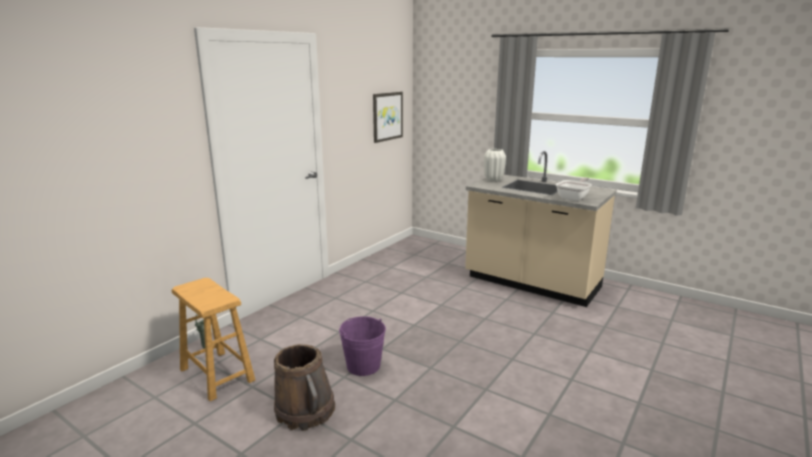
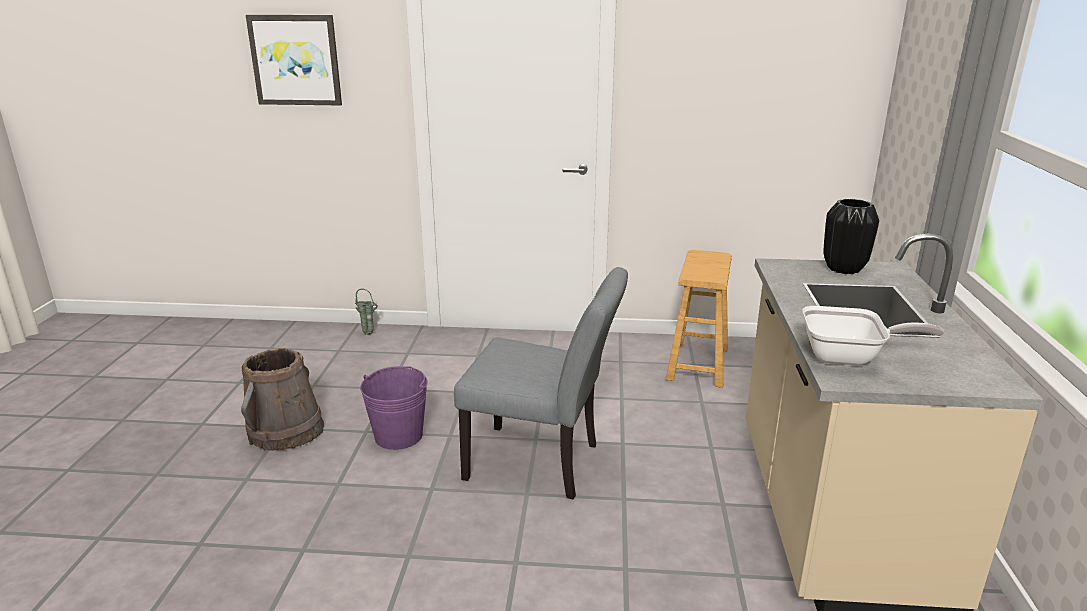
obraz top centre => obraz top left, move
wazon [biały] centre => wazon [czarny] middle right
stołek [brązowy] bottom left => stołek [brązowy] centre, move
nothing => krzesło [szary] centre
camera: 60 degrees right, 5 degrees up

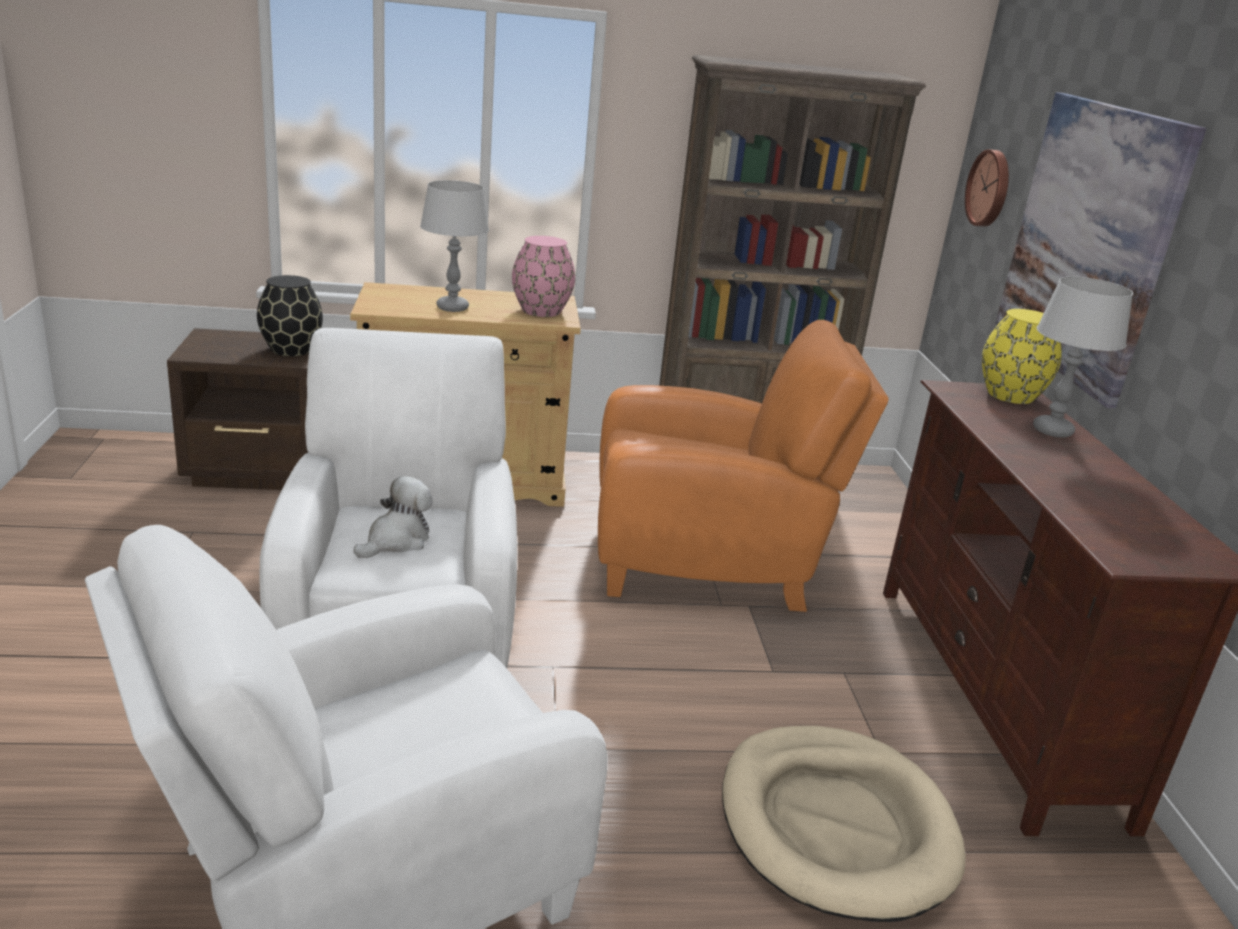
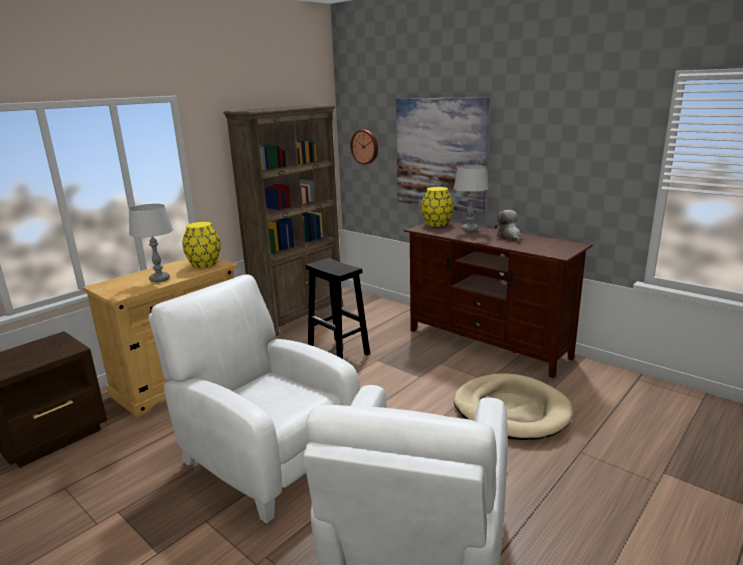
wazon [różowy] top centre => wazon [żółty] (1st from left) middle left
wazon [czarny] middle left => nothing
fotel [pomarańczowy] centre => stołek [czarny] centre
pluszak middle left => pluszak middle right, move
camera: 40 degrees left, 5 degrees down

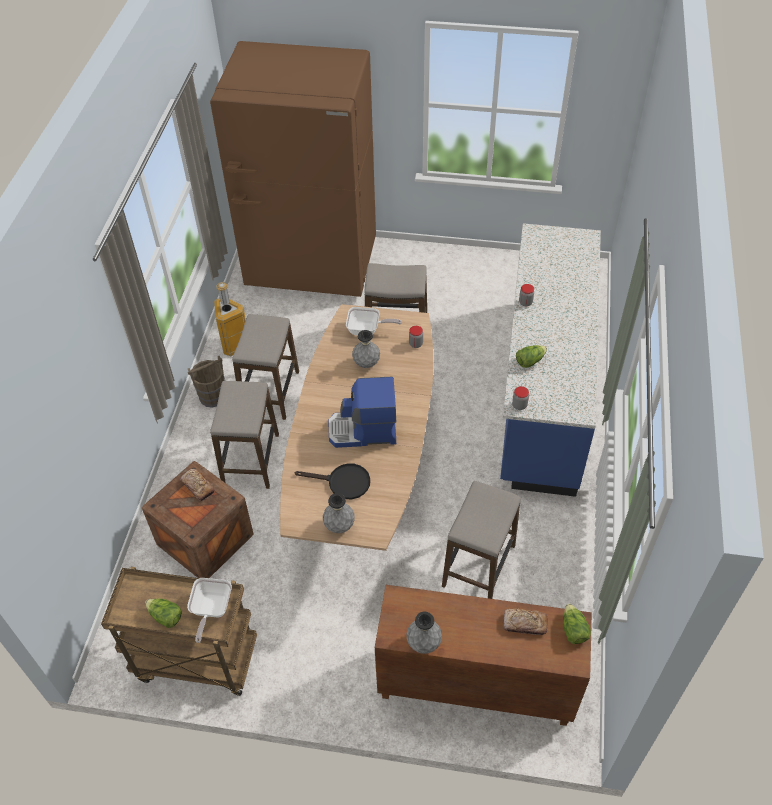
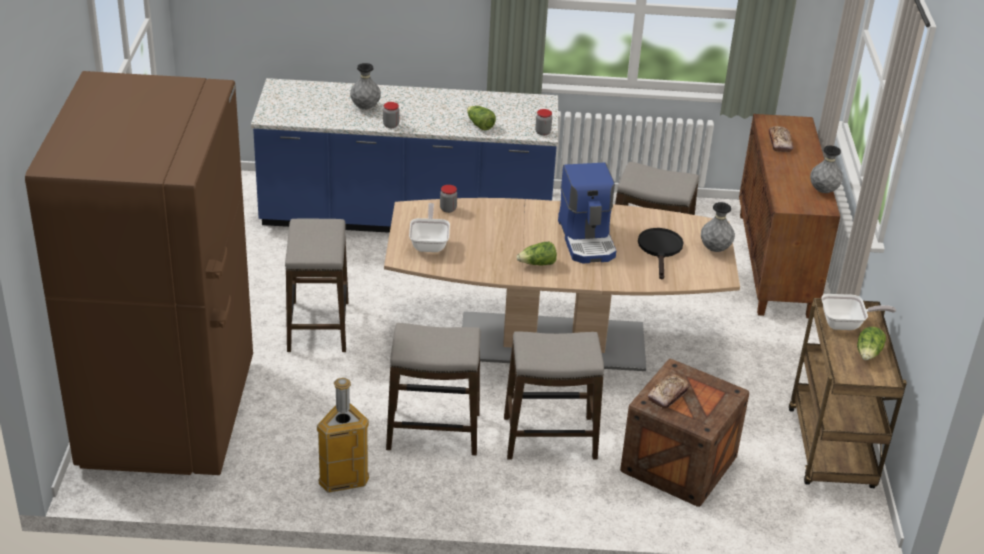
wazon [szary] (2nd from left in the first image) centre => wazon [szary] (1st from left) top centre, move
wiadro [brązowy] middle left => nothing
sałata (3rd from left in the first image) bottom right => sałata (2nd from left) centre, move
camera: 100 degrees left, 15 degrees down

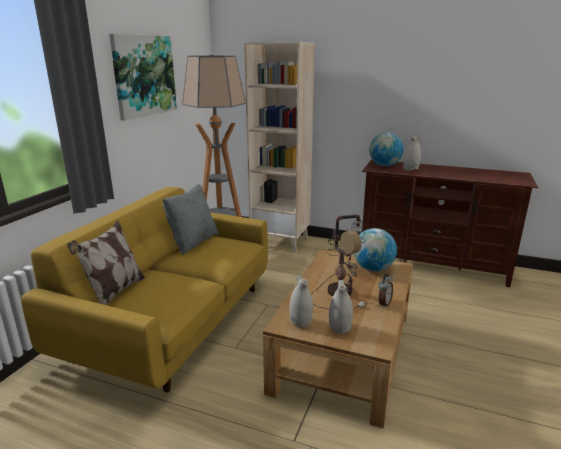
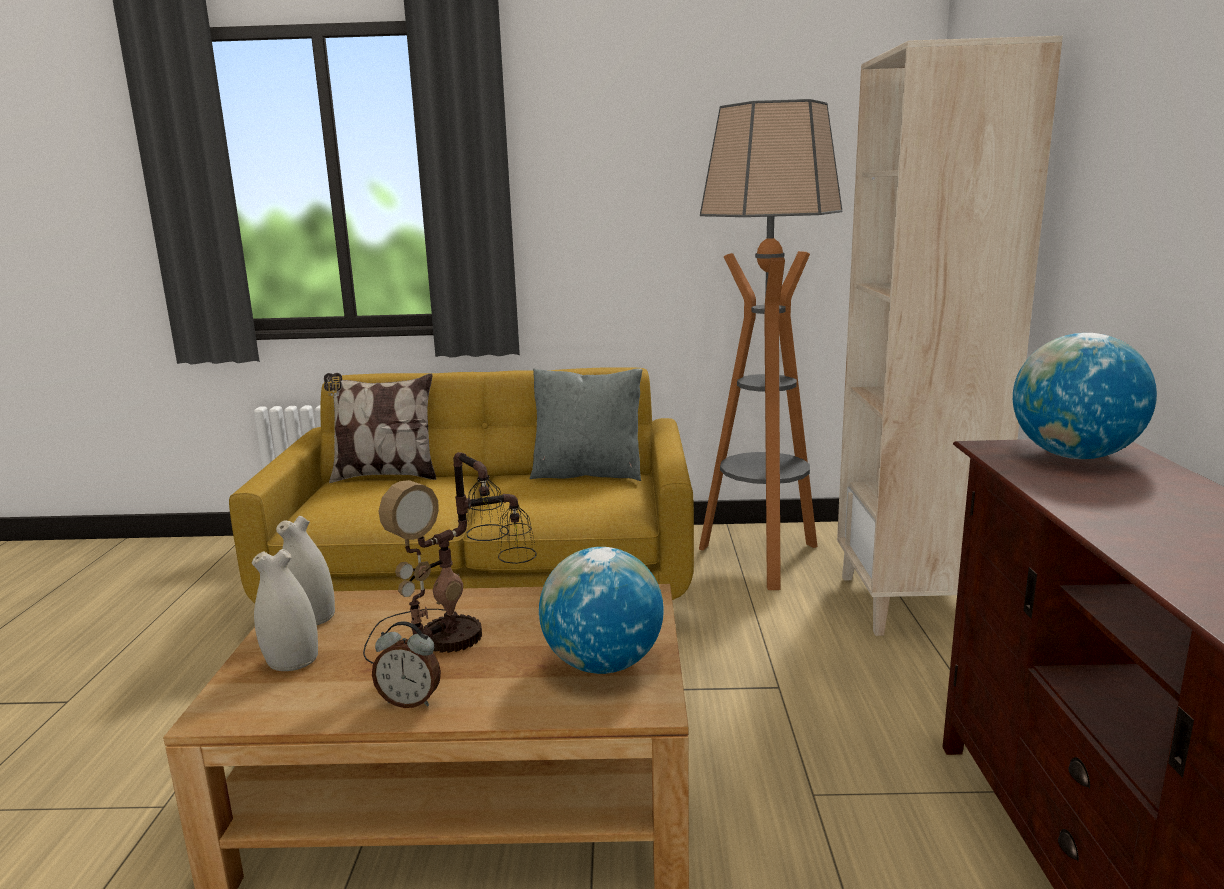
obraz top left => nothing
wazon [biały] (3rd from left) middle right => nothing
camera: 70 degrees right, 5 degrees down

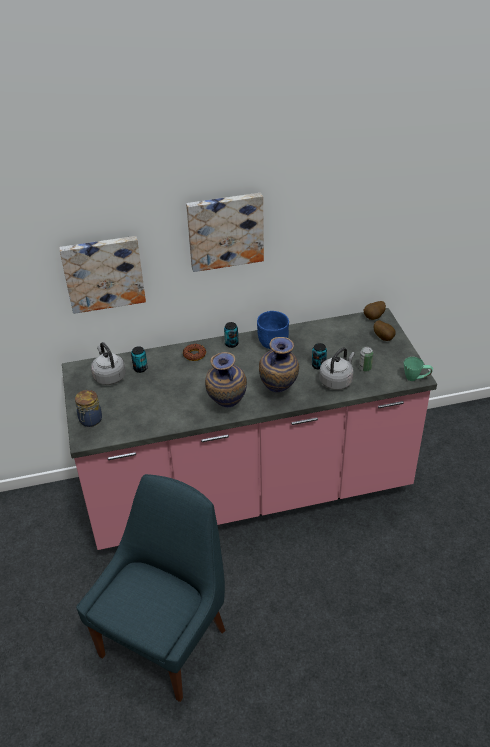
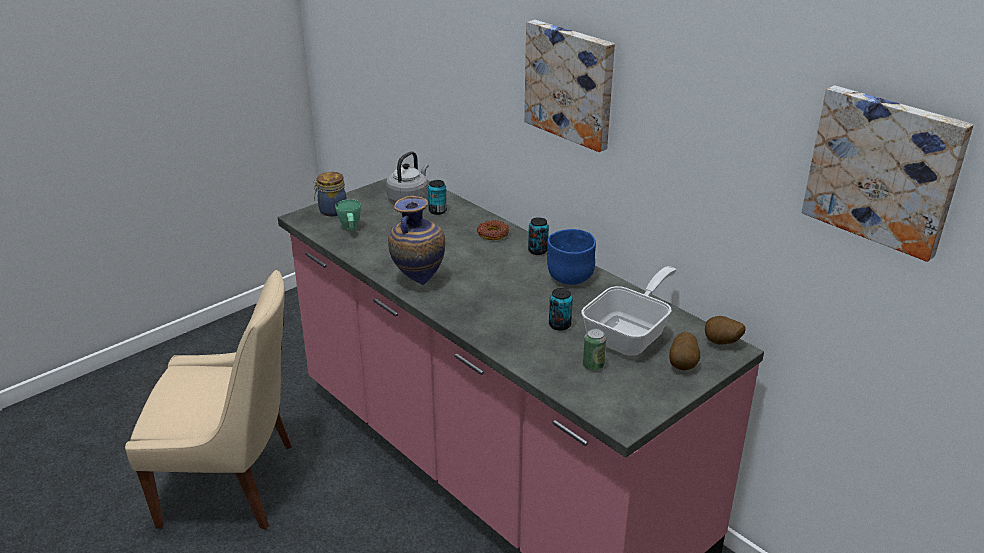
obraz (1st from left in the first image) middle left => obraz (2nd from left) top right, move
wazon (2nd from left) centre => nothing
czajnik [szary] (2nd from left) middle right => nothing
kubek [zielony] middle right => kubek [zielony] centre, move
krzesło [niebieski] bottom left => krzesło [beżowy] bottom left
nothing => patelnia centre
camera: 60 degrees right, 10 degrees down

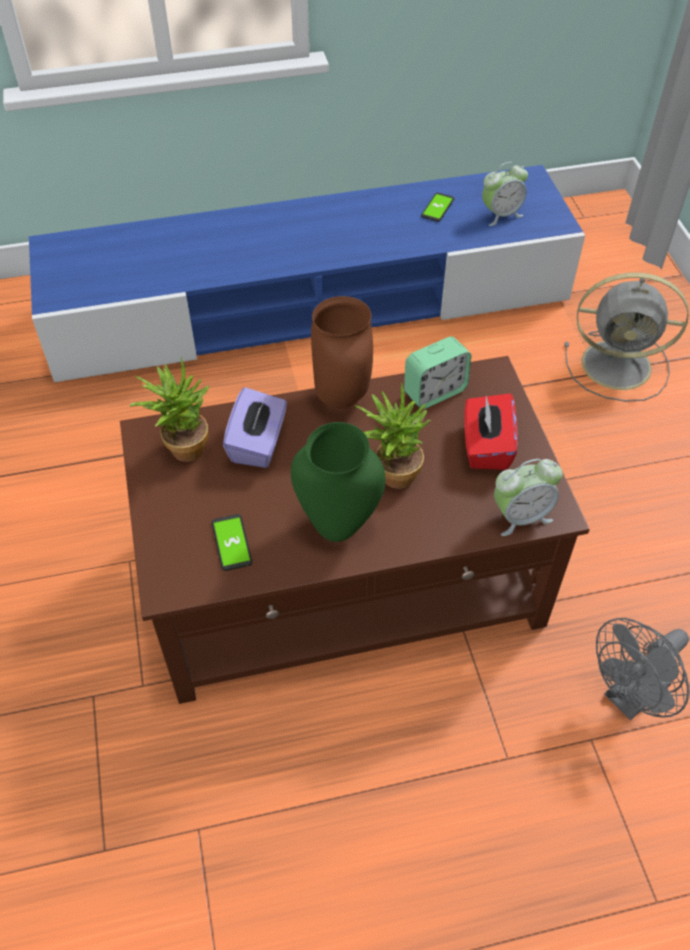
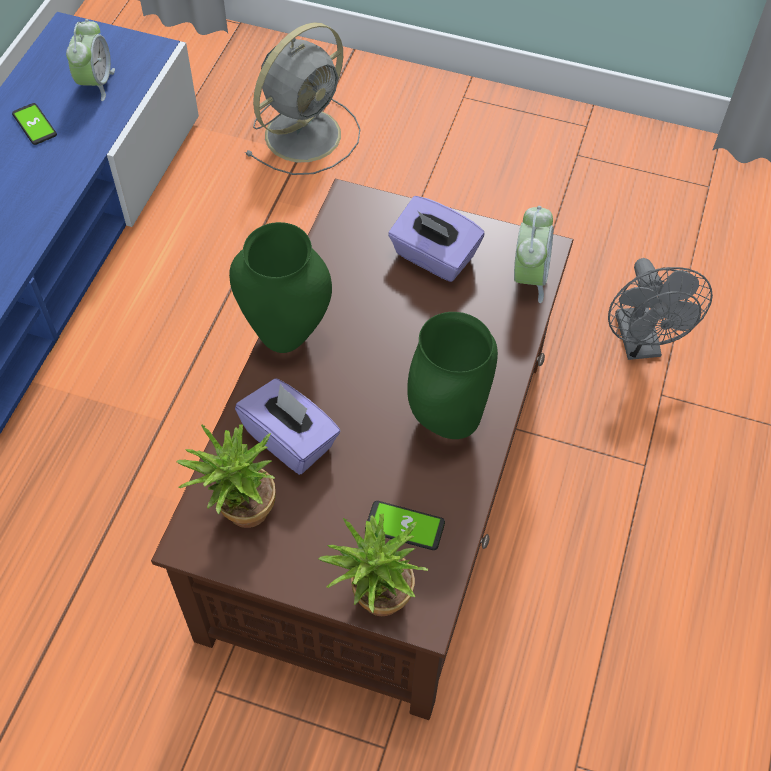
wazon [brązowy] centre => wazon [zielony] (1st from left) centre
budzik (1st from left) centre => nothing
roślina doniczkowa (2nd from left) centre => roślina doniczkowa (2nd from left) bottom centre, move
pudełko chusteczek [czerwony] middle right => pudełko chusteczek [fioletowy] (2nd from left) top centre
camera: 60 degrees left, 5 degrees up

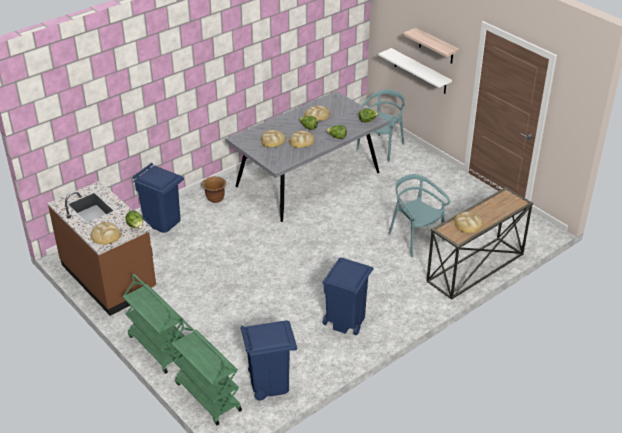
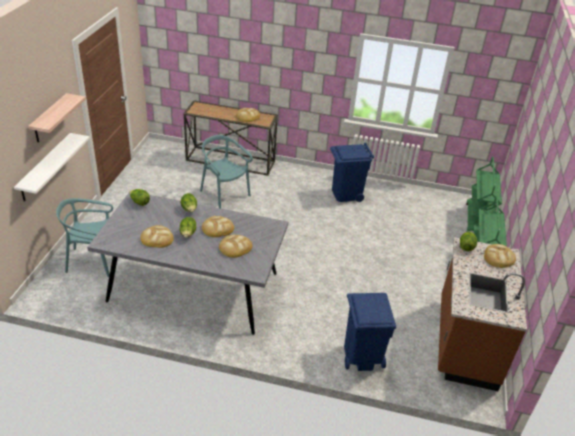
krzesło [turkusowy] (2nd from left) middle right => krzesło [turkusowy] (2nd from left) centre, 120 degrees clockwise
donica [brązowy] centre => nothing
kosz na śmieci [niebieski] (2nd from left) bottom centre => nothing
camera: 130 degrees left, 0 degrees up

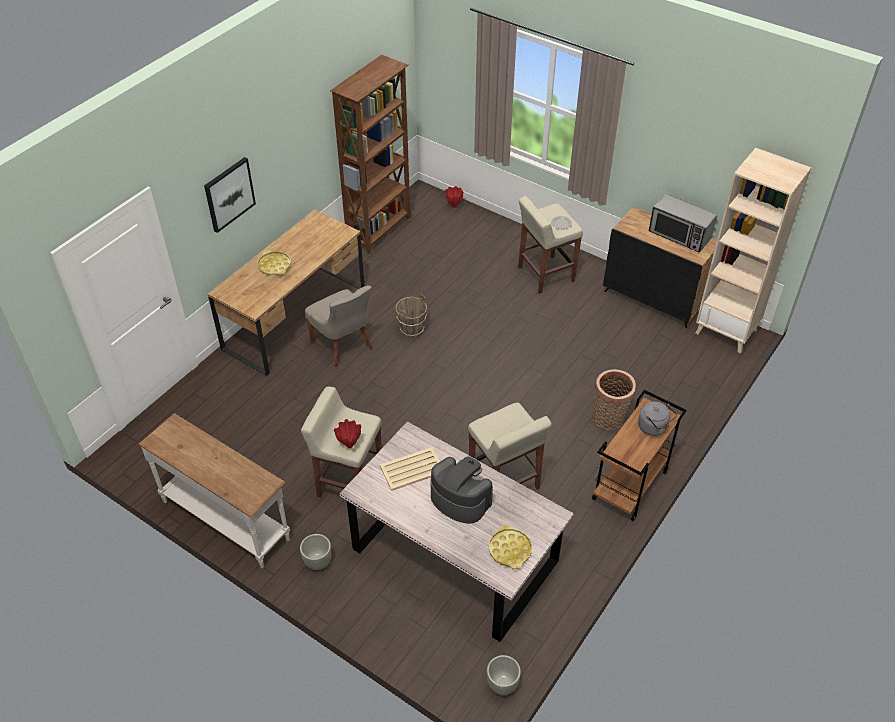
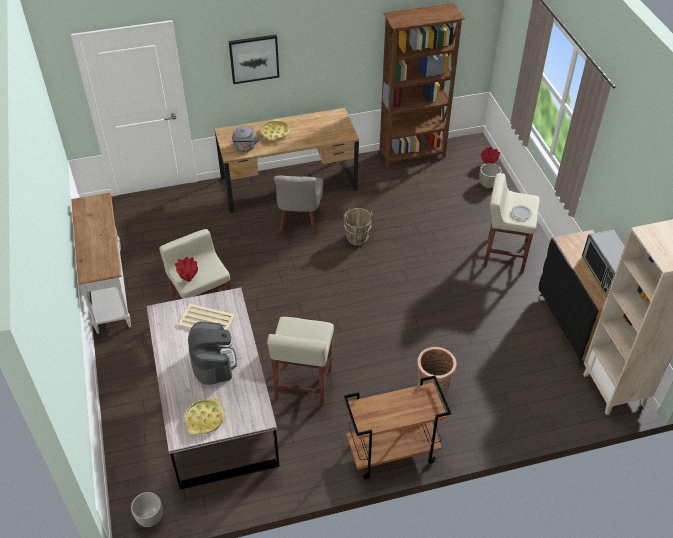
czajnik [szary] middle right => czajnik [szary] top centre, move
donica [szary] (1st from left in the first image) bottom centre => donica [szary] (2nd from left) top right, move
camera: 40 degrees right, 0 degrees up

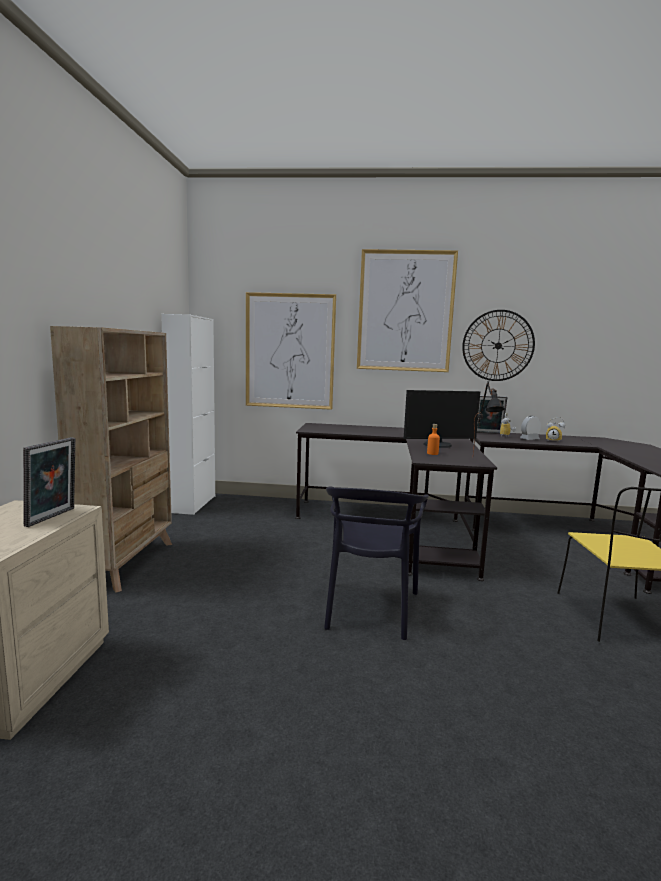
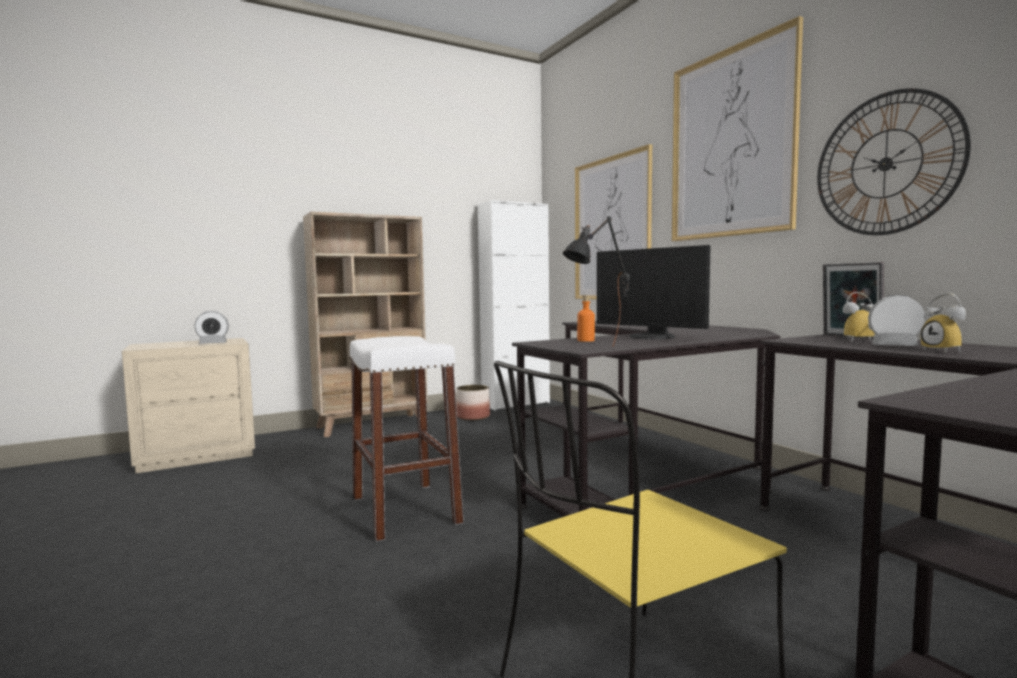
ramka na zdjęcie (1st from left) middle left => budzik (1st from left) middle left
krzesło [czarny] centre => stołek [biały] centre
nothing => donica centre
camera: 55 degrees right, 5 degrees down

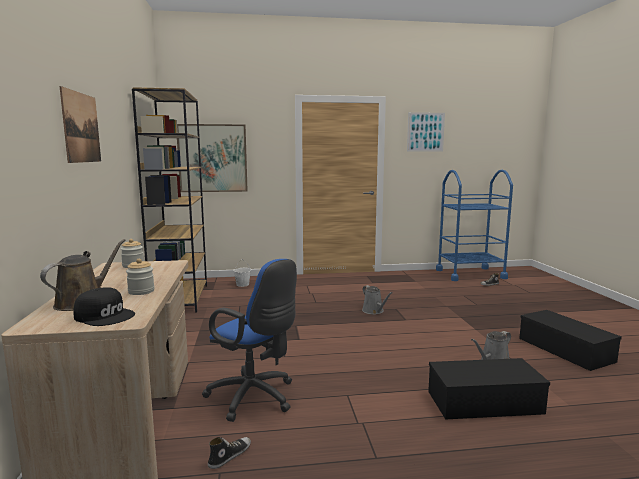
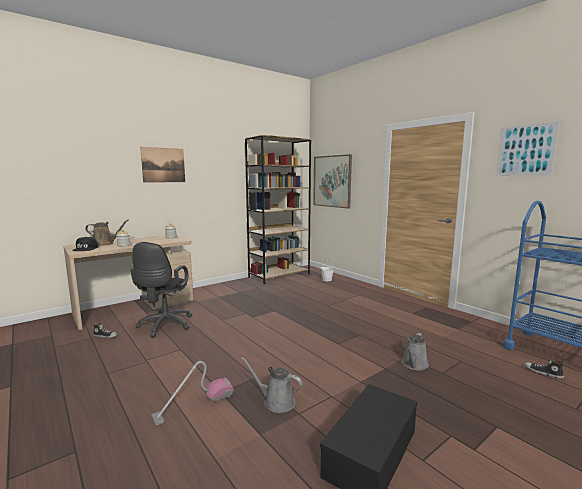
krzesło biurowe [niebieski] bottom centre => krzesło biurowe [czarny] middle left
konewka [szary] (1st from left in the first image) centre => konewka [szary] (2nd from left) bottom right, move
pojemnik do przechowywania [czarny] (1st from left) bottom right => odkurzacz bottom left
camera: 60 degrees right, 0 degrees up

